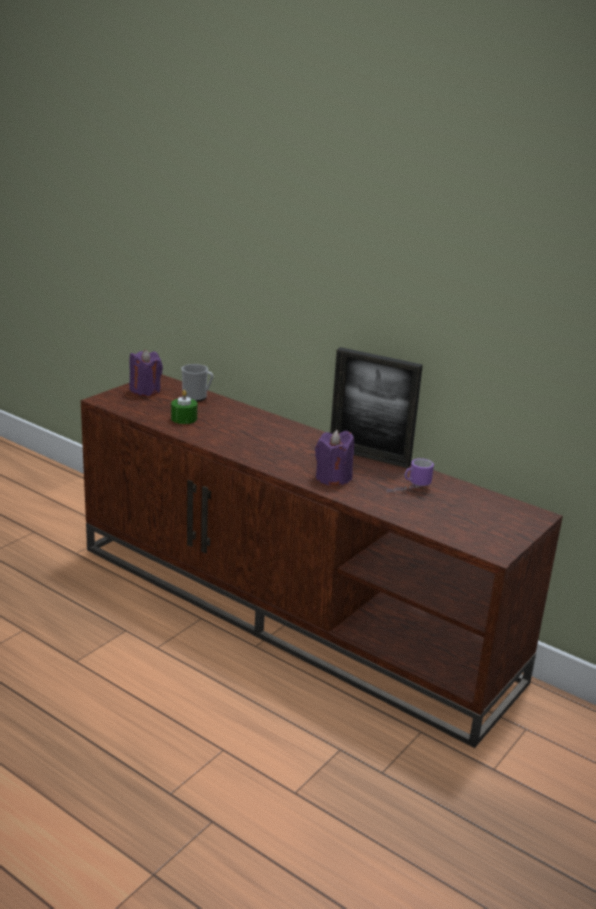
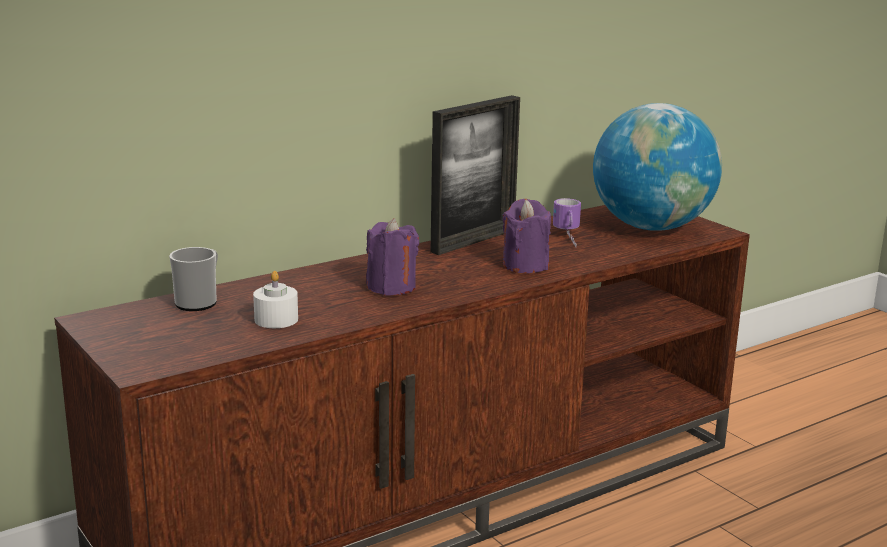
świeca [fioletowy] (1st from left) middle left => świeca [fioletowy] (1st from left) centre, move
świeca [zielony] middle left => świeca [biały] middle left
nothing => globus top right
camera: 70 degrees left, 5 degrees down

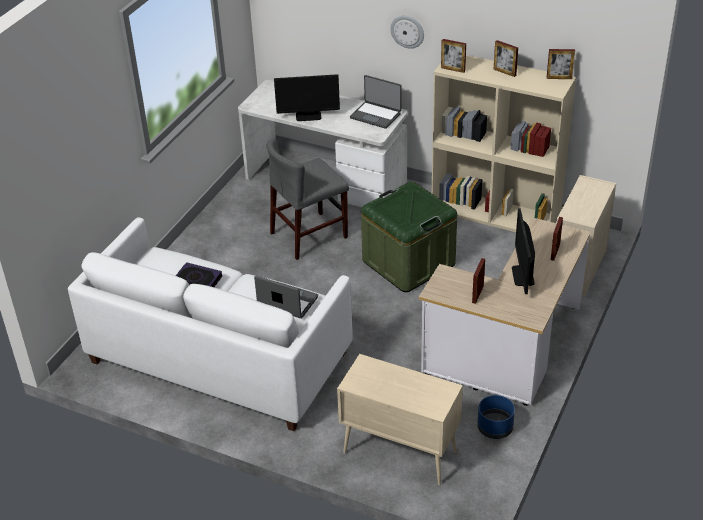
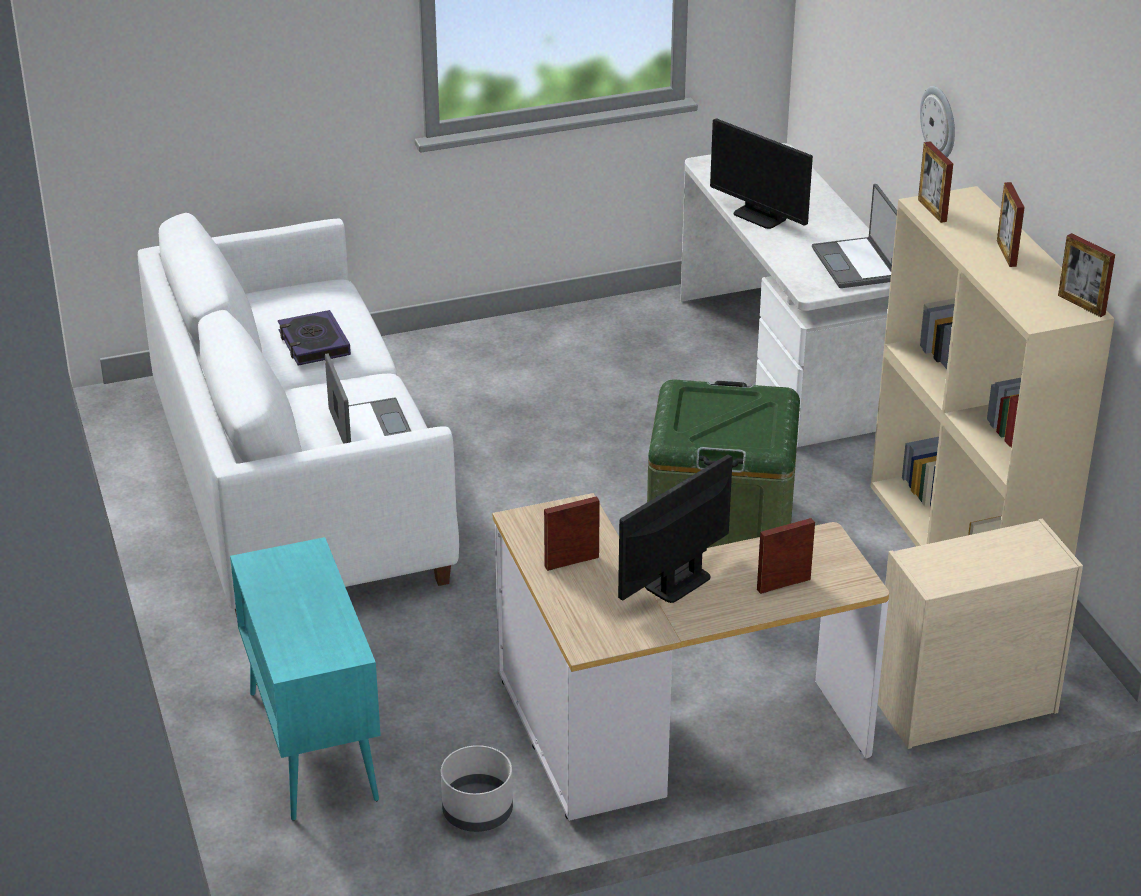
krzesło [szary] centre => nothing
szafka [beżowy] bottom centre => szafka [turkusowy] bottom left
donica [niebieski] bottom right => donica [szary] bottom centre
camera: 45 degrees right, 5 degrees down

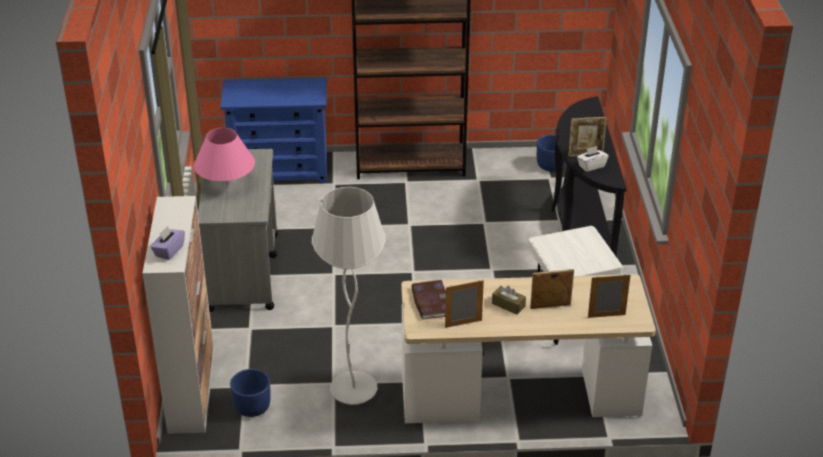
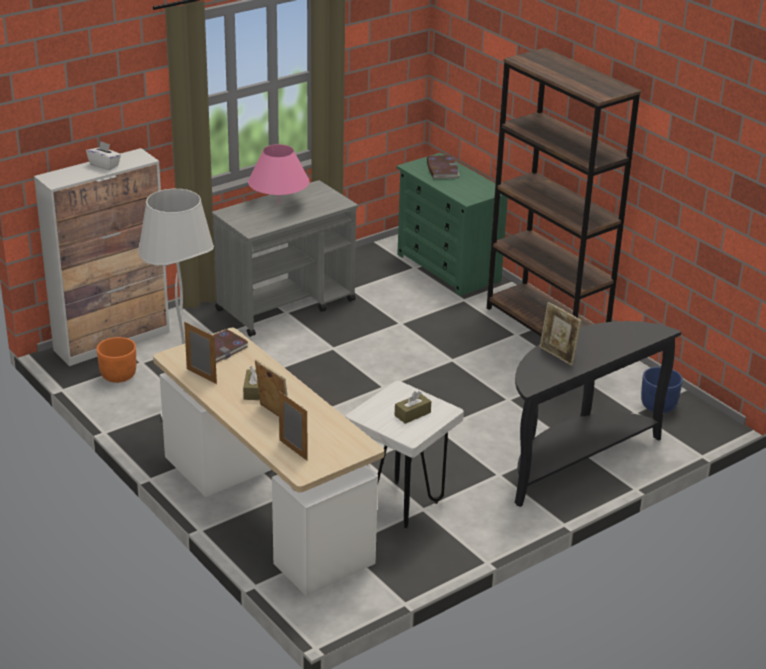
komoda [niebieski] top left => komoda [zielony] centre
pudełko chusteczek [biały] middle right => pudełko chusteczek [biały] top left, move
pudełko chusteczek [fioletowy] middle left => nothing
donica [niebieski] (1st from left) bottom left => donica [pomarańczowy] middle left
nothing => książka (2nd from left) top centre
nothing => pudełko chusteczek [brązowy] (2nd from left) centre
camera: 55 degrees right, 5 degrees down

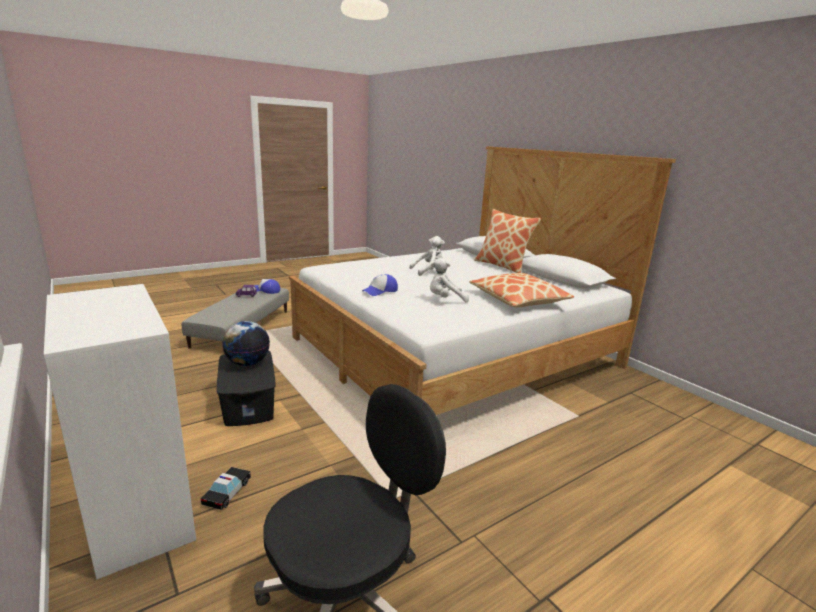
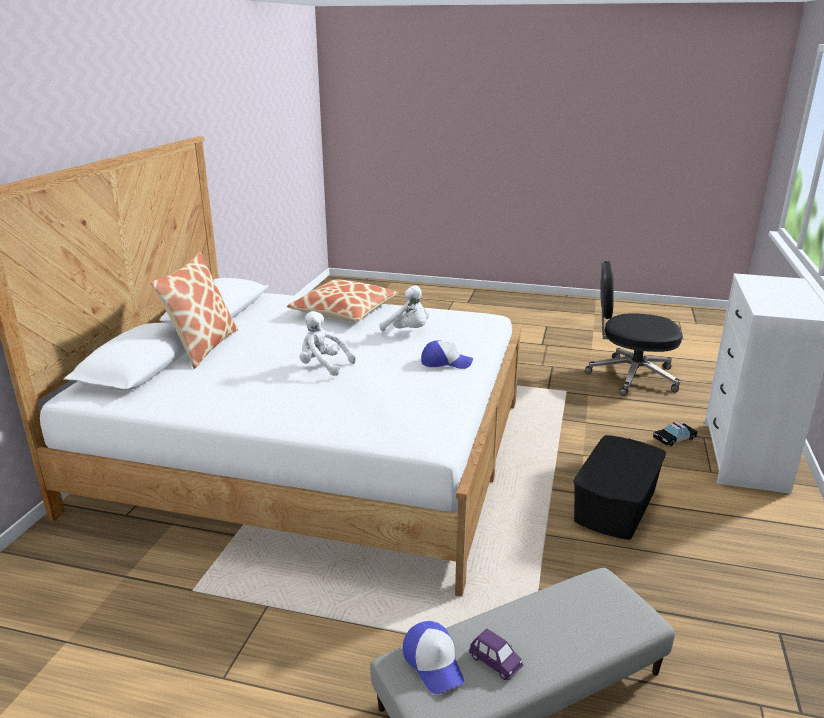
globus middle left => nothing
camera: 130 degrees left, 5 degrees up

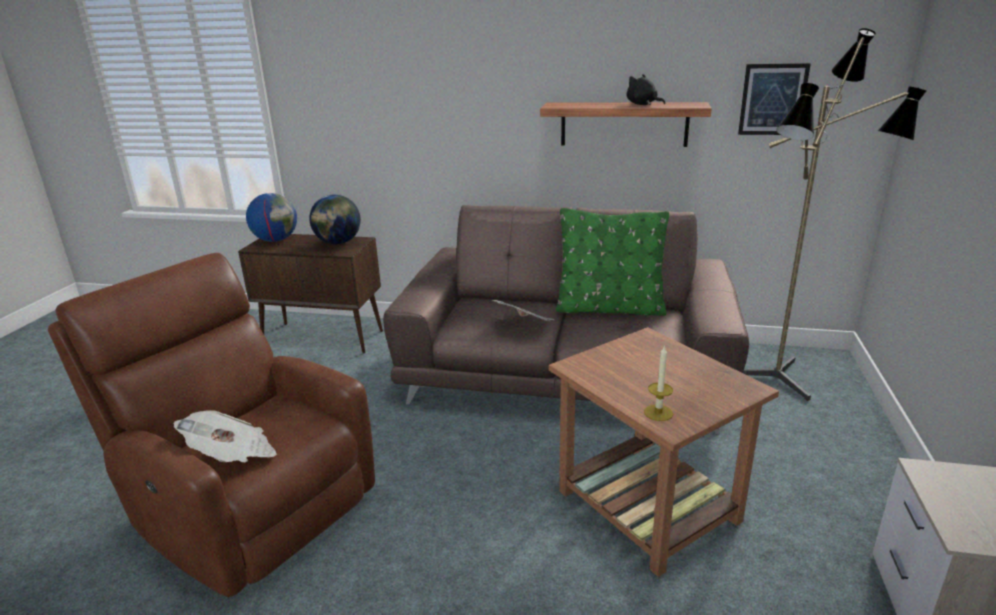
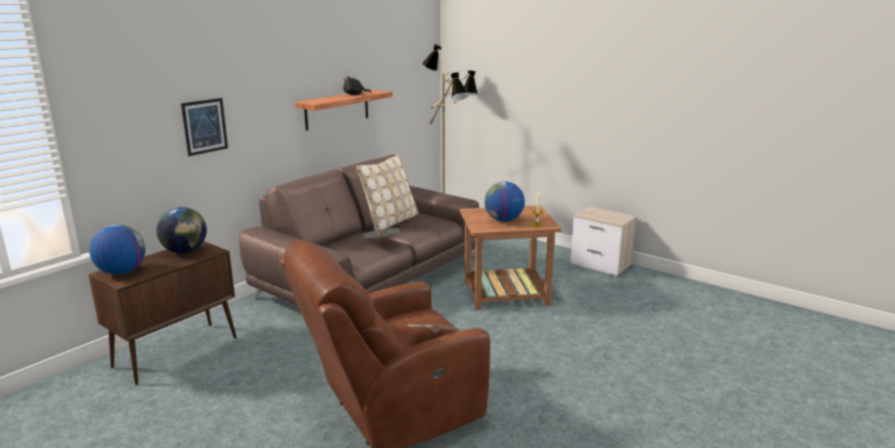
obraz top right => obraz top left, move
poduszka [zielony] centre => poduszka [beżowy] centre
nothing => globus (3rd from left) centre
camera: 65 degrees left, 5 degrees down

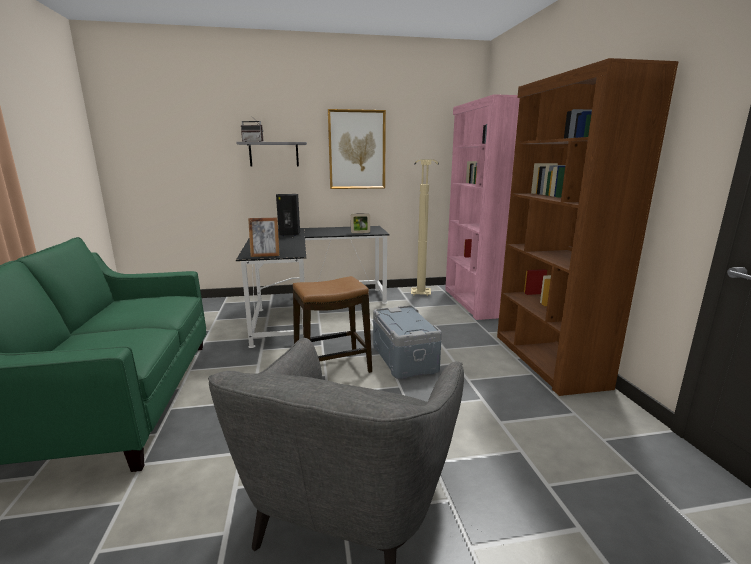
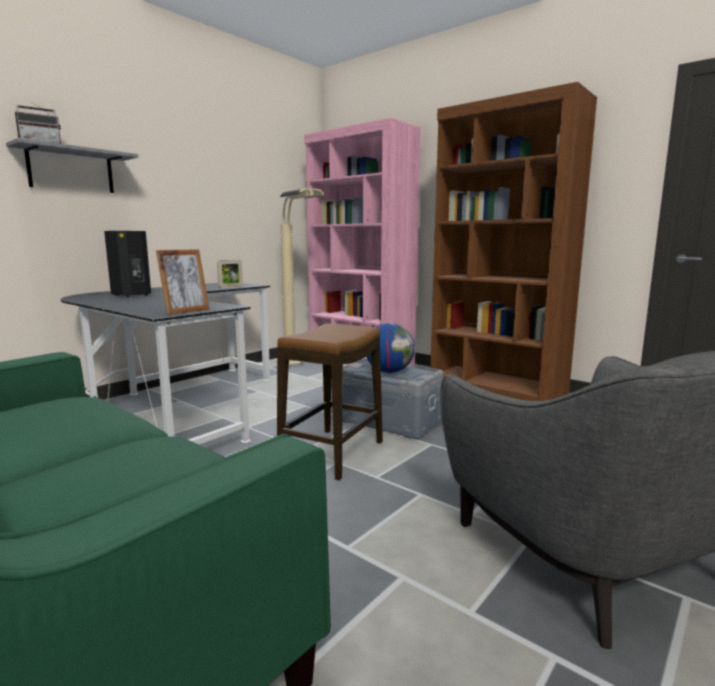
obraz top centre => nothing
nothing => globus centre
camera: 40 degrees left, 5 degrees down

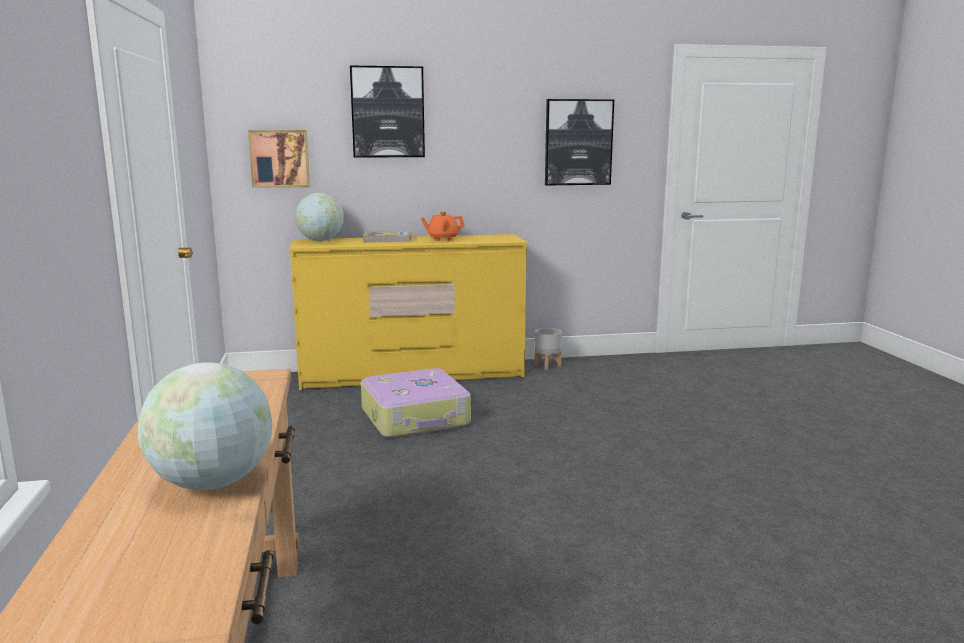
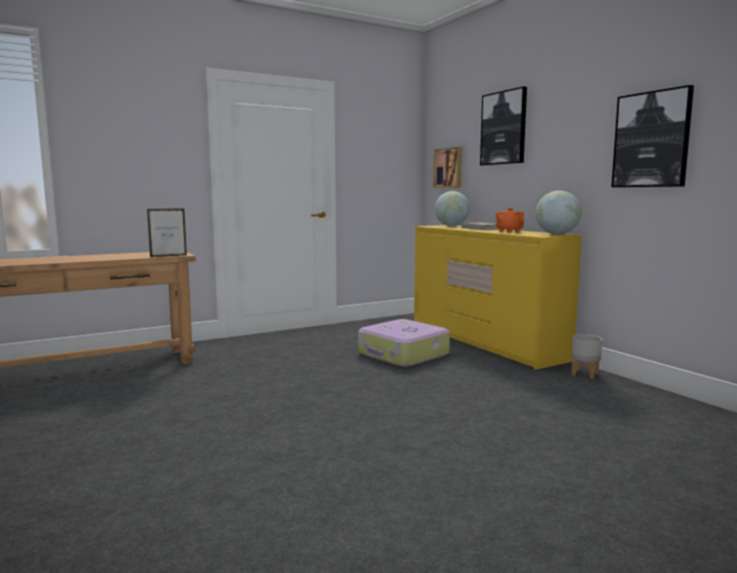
globus (1st from left in the first image) middle left => globus (2nd from left) middle right, move
nothing => ramka na zdjęcie middle left
camera: 70 degrees right, 5 degrees down

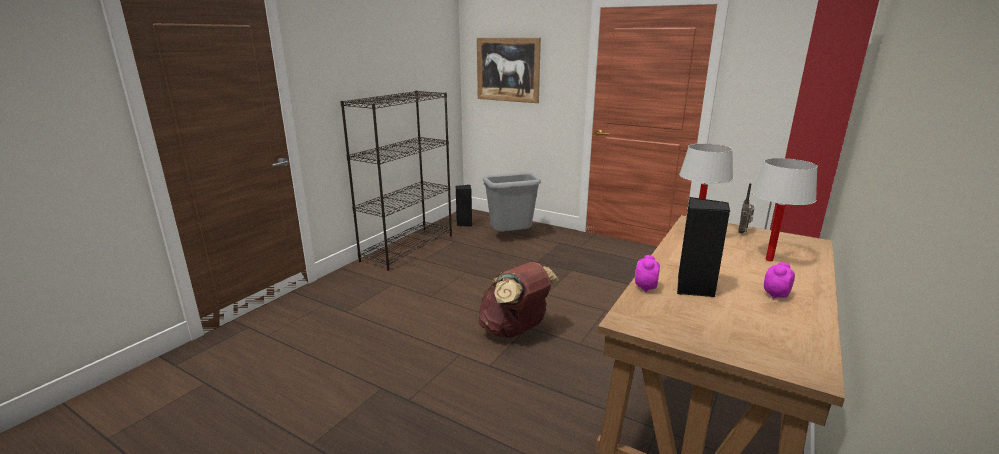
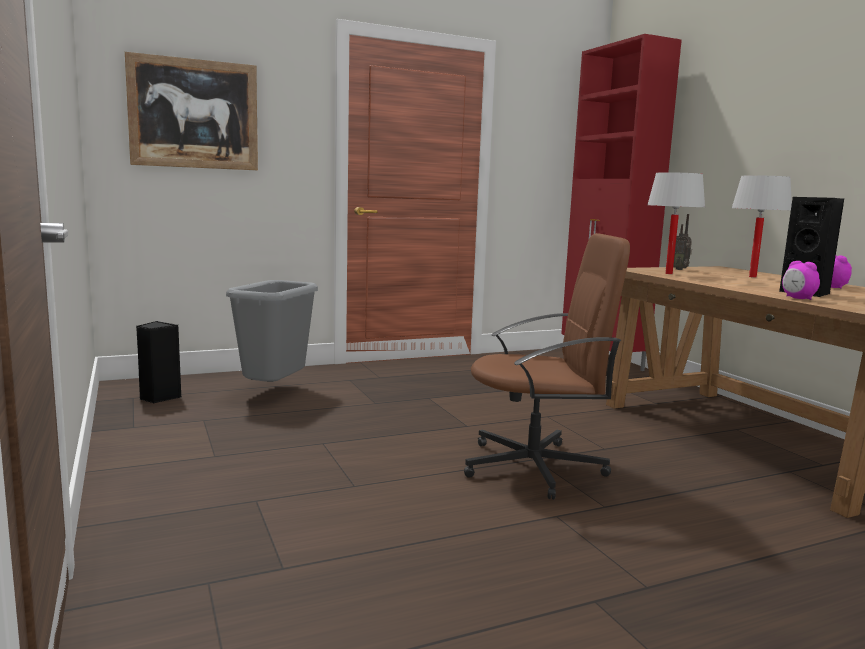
regał [czarny] centre => nothing
plecak [brązowy] centre => krzesło biurowe [brązowy] centre
camera: 55 degrees left, 10 degrees down

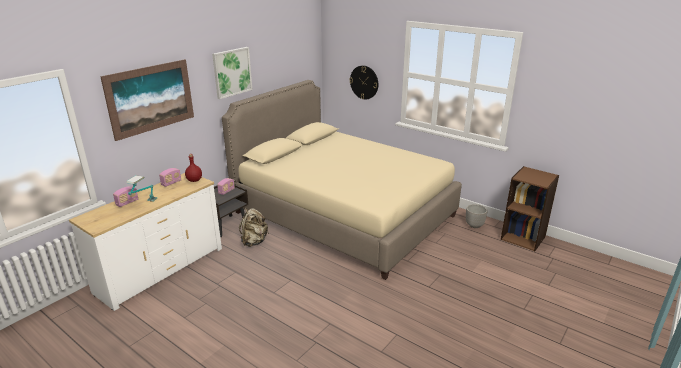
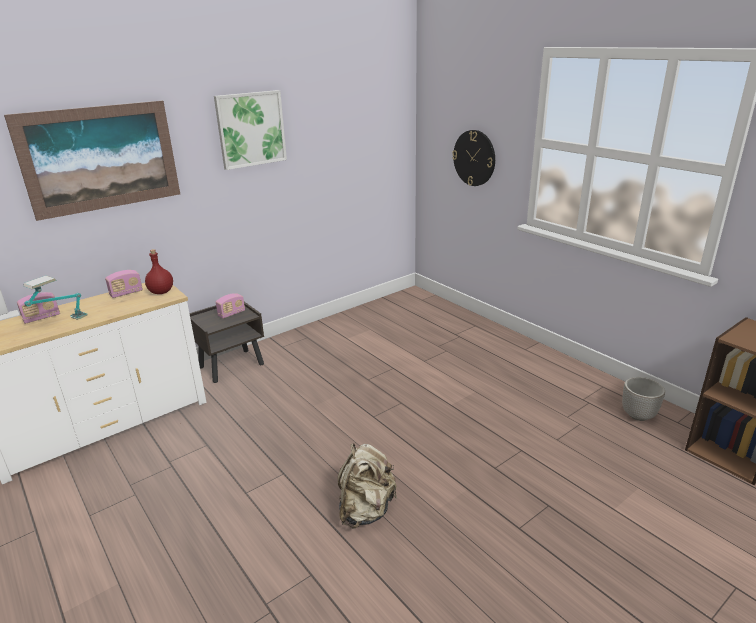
łóżko [beżowy] centre => nothing
plecak [beżowy] centre => plecak [beżowy] bottom centre, move
camera: 15 degrees right, 0 degrees up

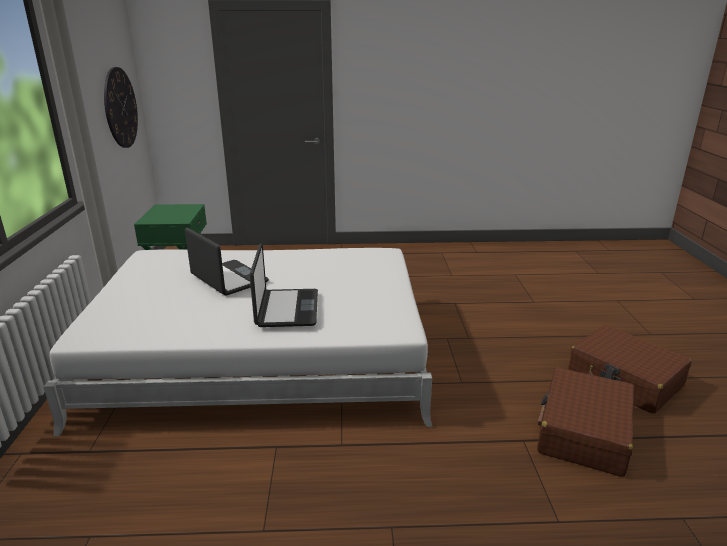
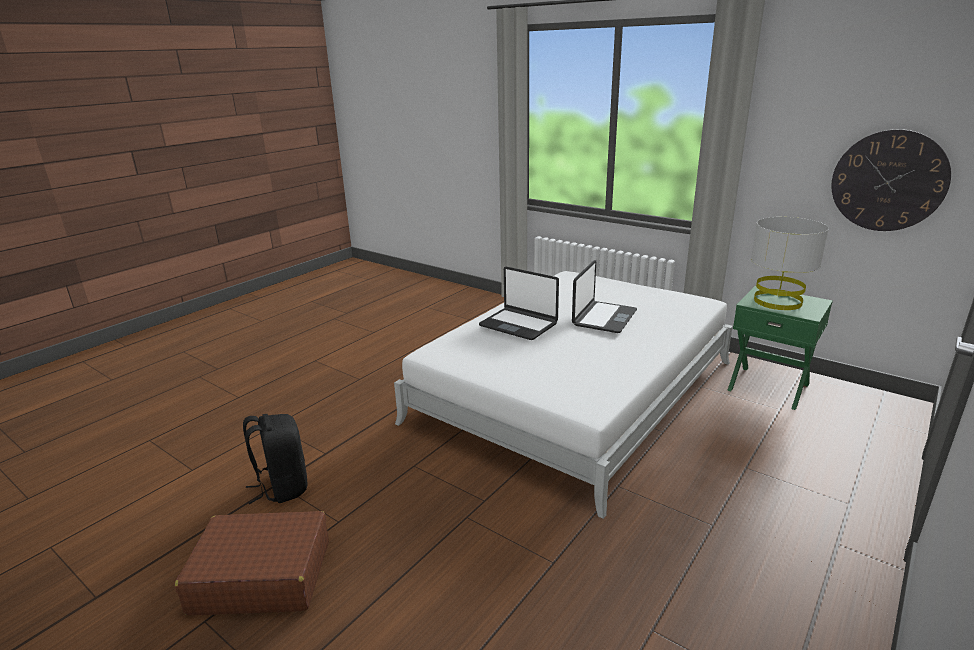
laptop (1st from left in the first image) middle left => laptop (2nd from left) centre, 60 degrees counterclockwise
walizka [brązowy] (1st from left) bottom right => plecak [czarny] bottom left
nothing => lampa stołowa [szary] middle right
camera: 130 degrees right, 0 degrees up

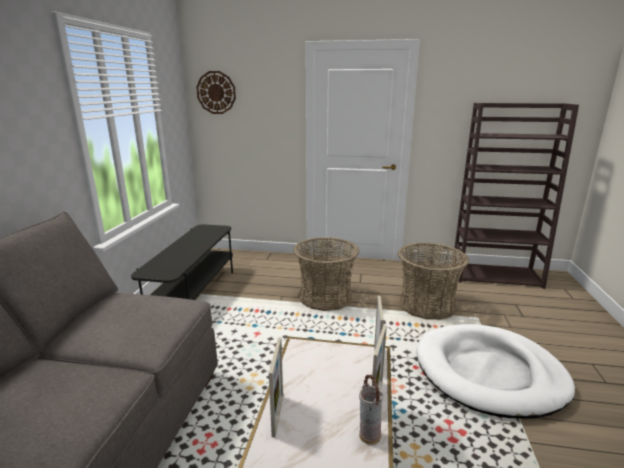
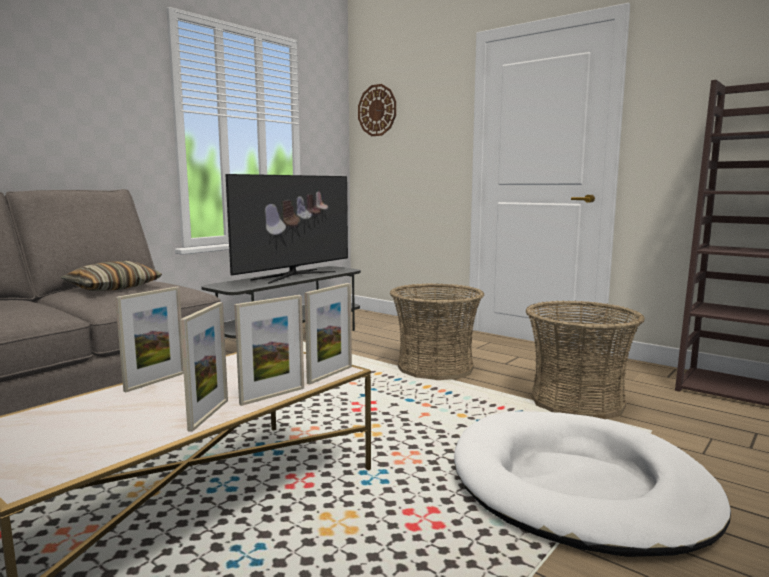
wazon bottom centre => ramka na zdjęcie (2nd from left) middle left
nothing => telewizor centre
nothing => poduszka middle left
camera: 30 degrees right, 10 degrees down

